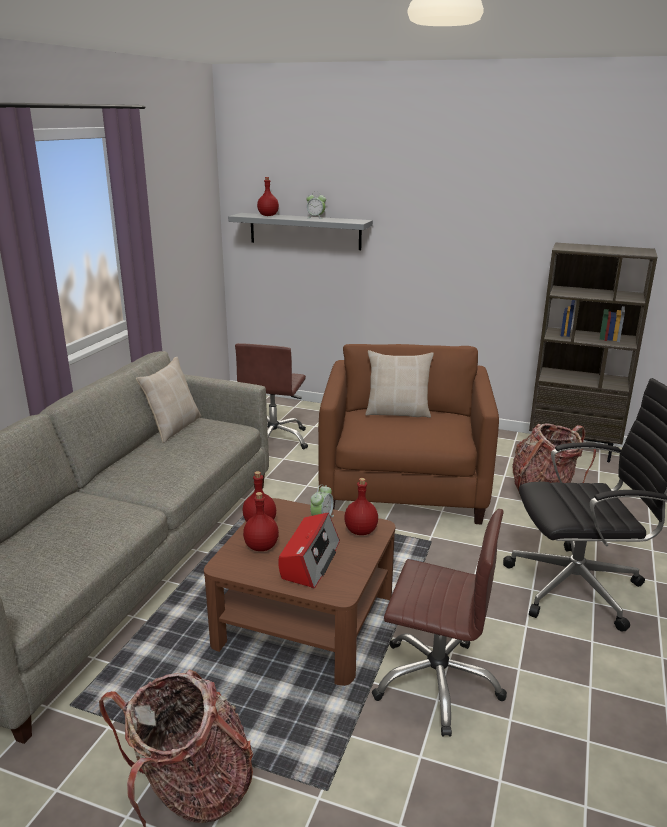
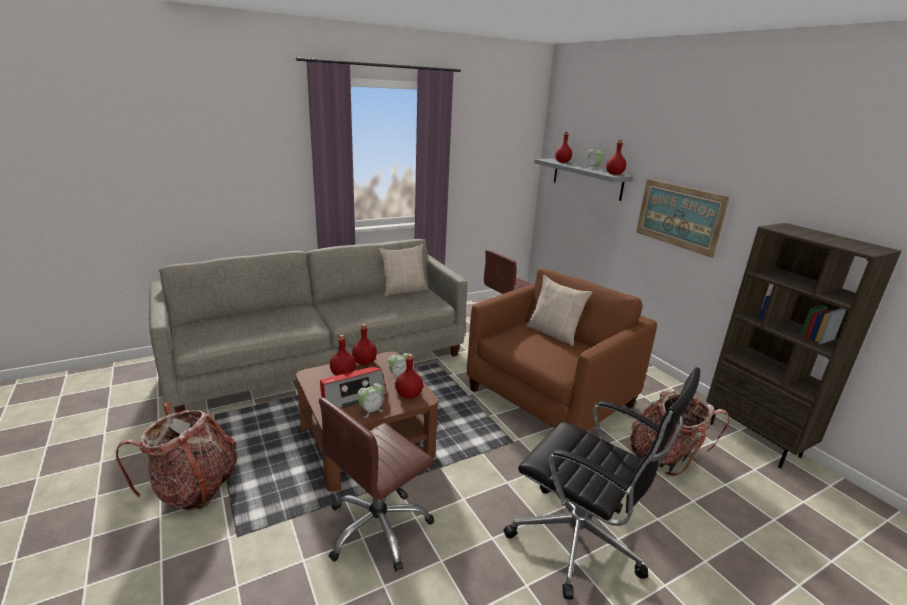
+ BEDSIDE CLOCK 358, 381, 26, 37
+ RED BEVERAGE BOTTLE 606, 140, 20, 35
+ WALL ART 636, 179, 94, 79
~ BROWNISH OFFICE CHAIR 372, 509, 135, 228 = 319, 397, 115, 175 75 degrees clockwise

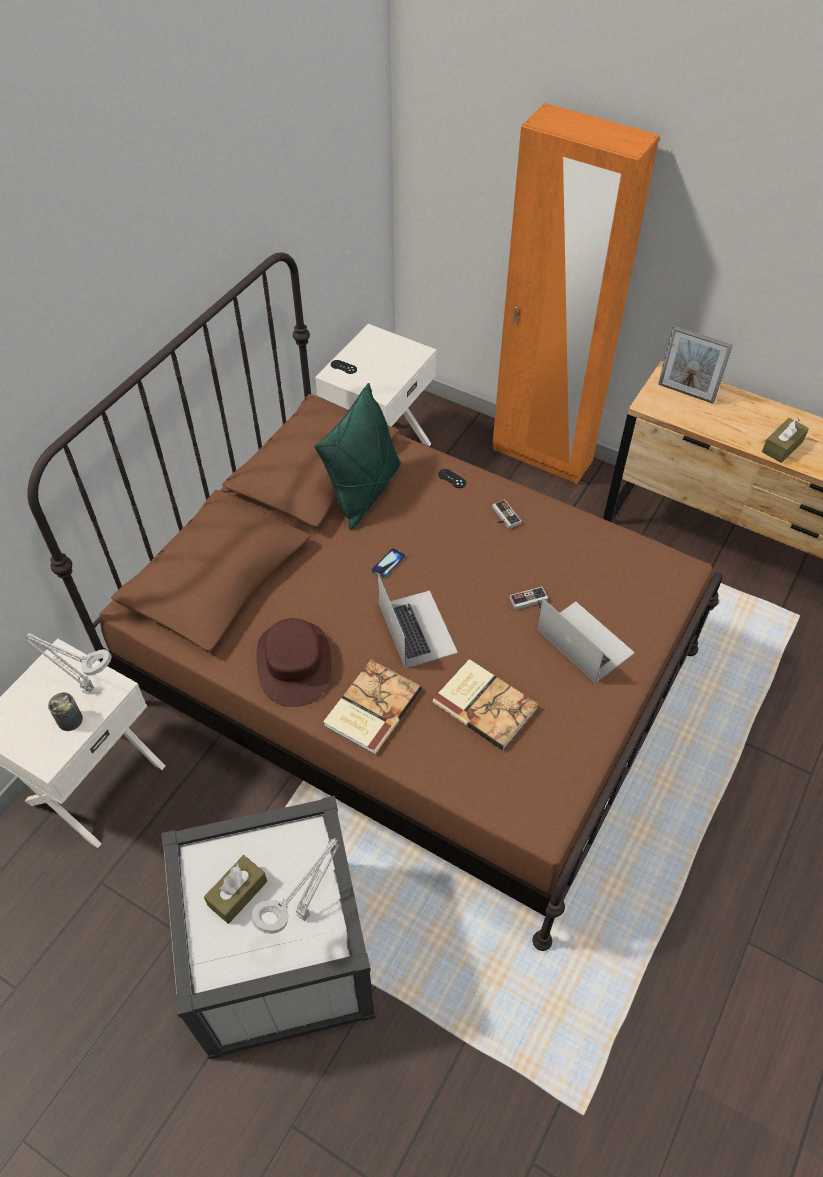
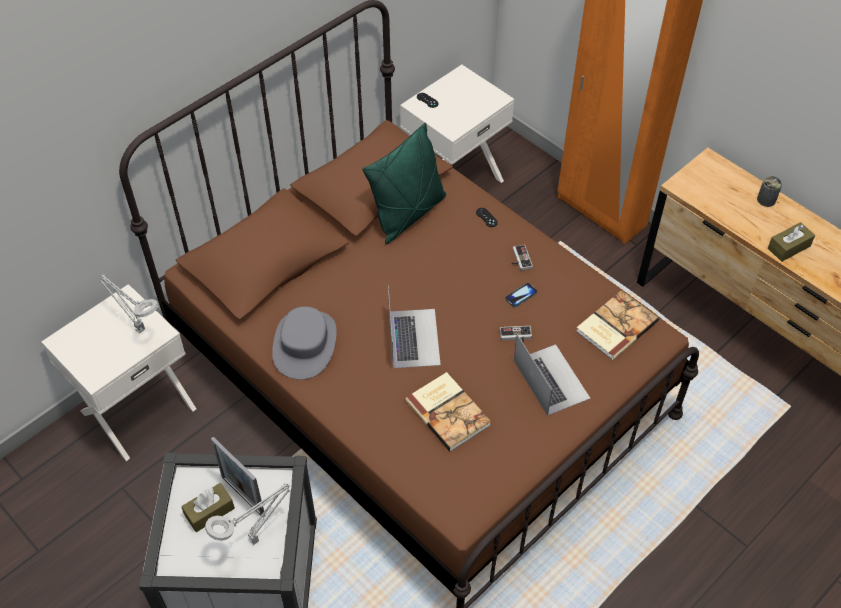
~ CAN 48, 692, 35, 39 to 757, 176, 25, 31
~ BOOK 323, 660, 99, 95 to 576, 290, 83, 70
~ TELEPHONE 371, 548, 35, 31 to 505, 283, 33, 24
~ PICTURE FRAME 658, 326, 75, 78 to 211, 437, 54, 79
~ BROWNISH WEARABLE HAT 256, 618, 75, 89 to GREY WEARABLE HAT 272, 306, 65, 74

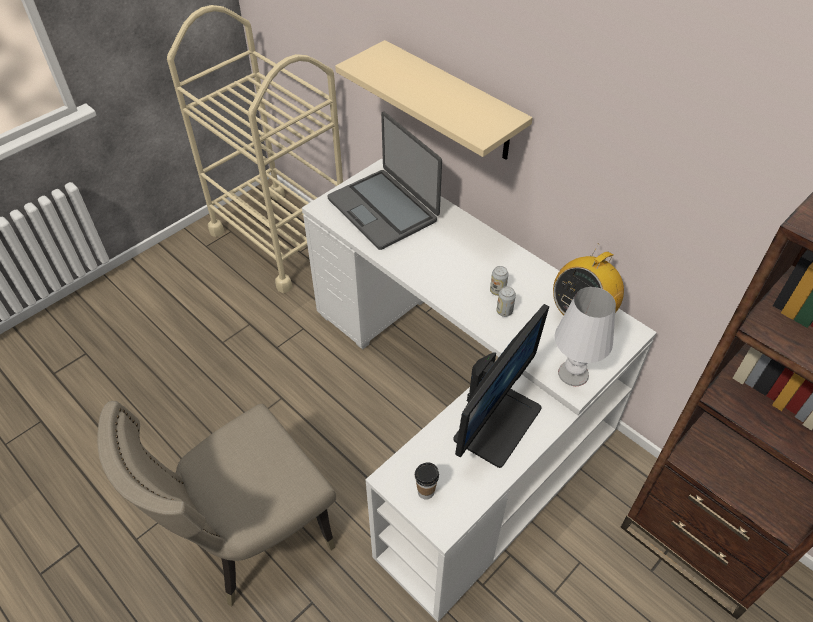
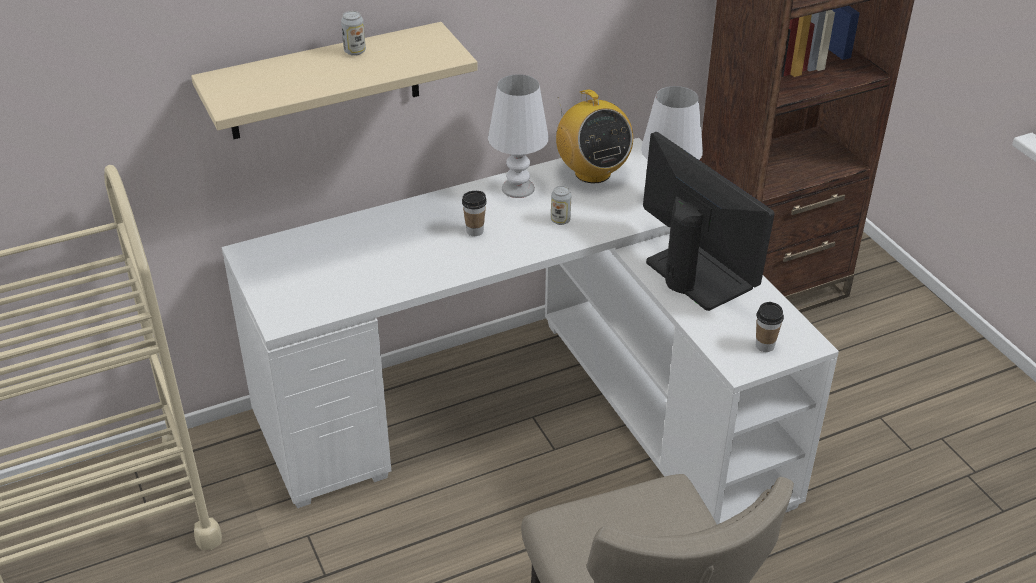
- PORTABLE COMPUTER 328, 112, 114, 138
+ CUP 462, 191, 25, 45
+ WHITISH LAMP FOR A TABLE 488, 74, 61, 124
~ CAN 490, 266, 19, 30 to 341, 11, 25, 45

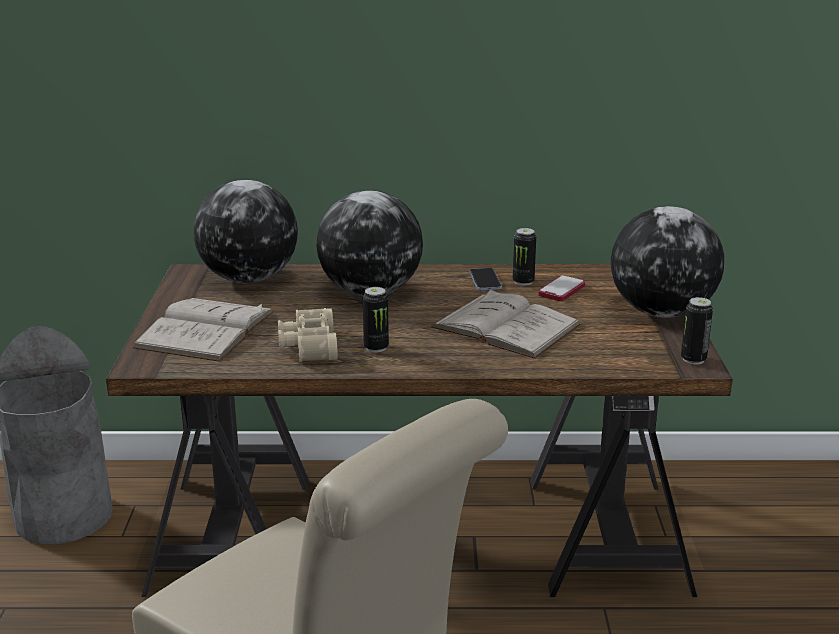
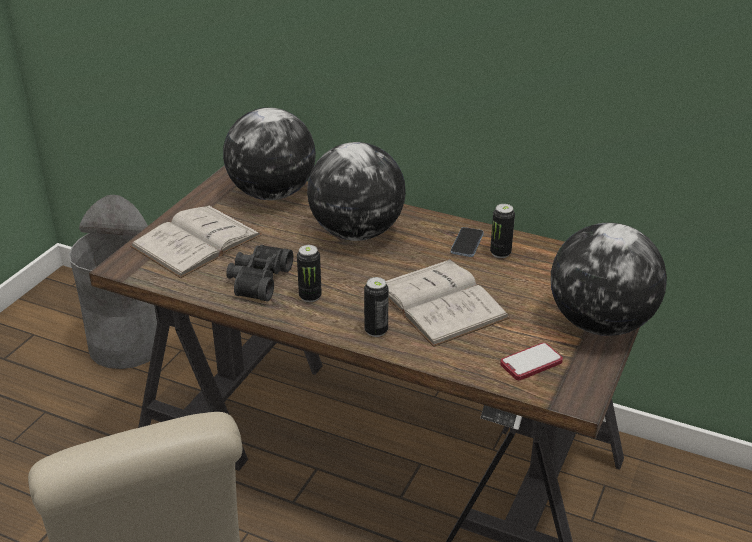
~ TELEPHONE 538, 275, 47, 26 to 500, 343, 63, 37
~ CAN 681, 297, 32, 67 to 364, 277, 25, 60
~ BEIGE-COLOURED FIELD GLASSES 278, 308, 60, 54 to BLACKISH FIELD GLASSES 226, 245, 67, 57

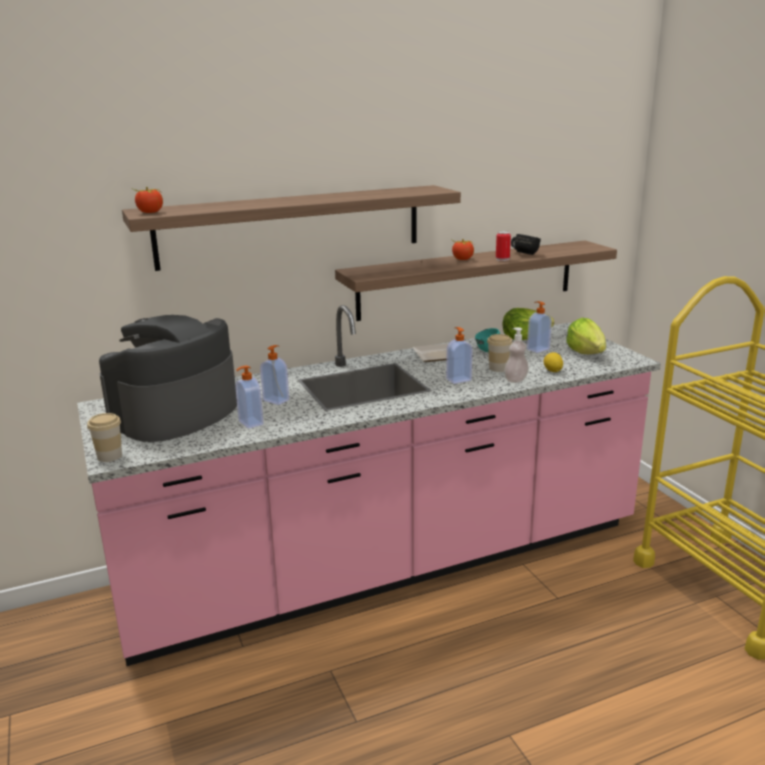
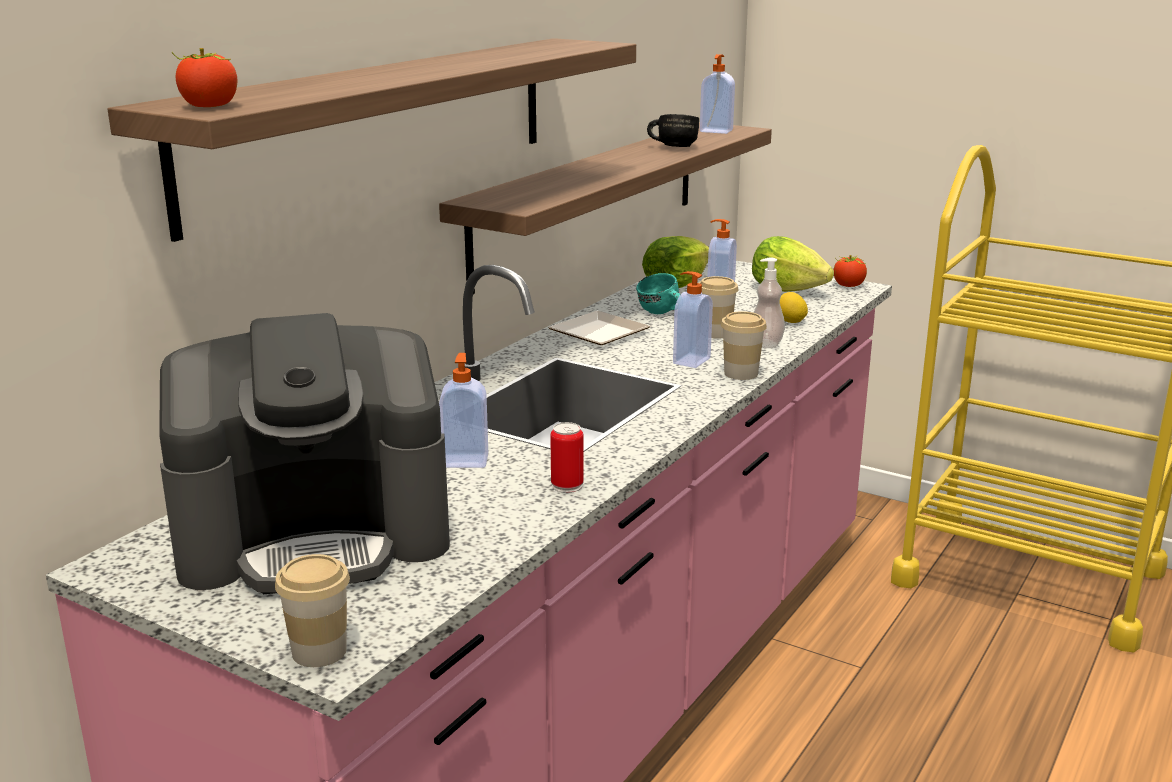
+ CUP 721, 311, 46, 69
~ SOAP DISPENSER 235, 366, 28, 63 to 700, 54, 35, 80
~ FRESH TOMATO 451, 239, 23, 21 to 834, 255, 33, 32
~ CAN 496, 231, 15, 30 to 550, 422, 34, 71
~ COFFEE MACHINE 99, 315, 138, 127 = 159, 313, 291, 281 105 degrees counterclockwise

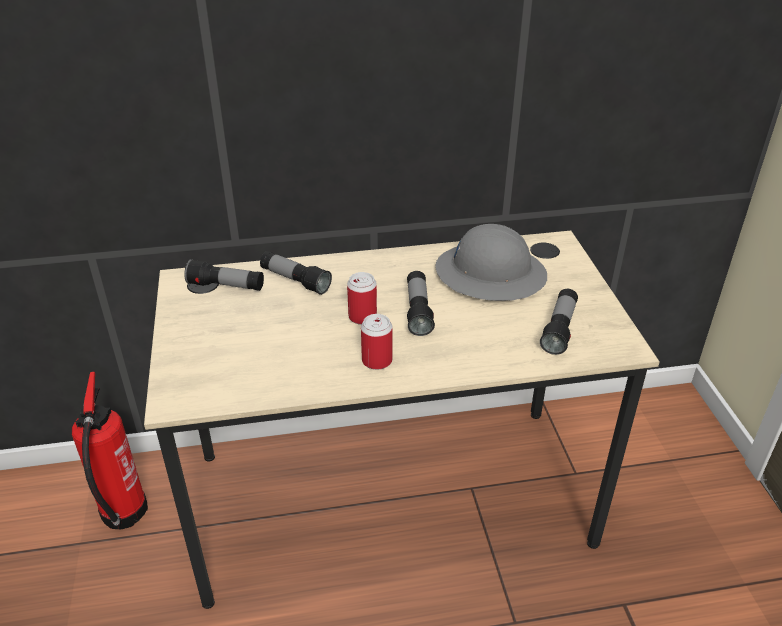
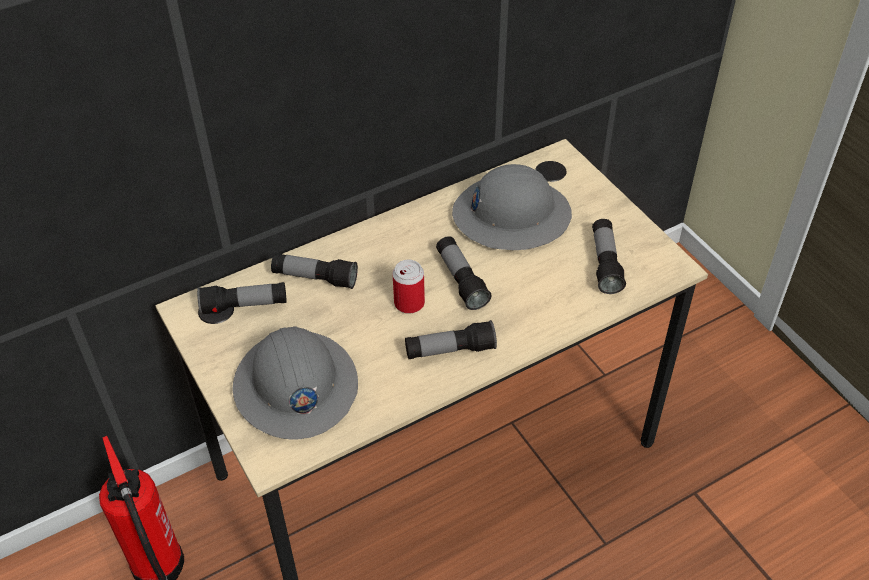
+ GREY WORK HELMET 233, 326, 125, 114
~ CAN 361, 314, 31, 56 to HAND TORCH 405, 320, 92, 39

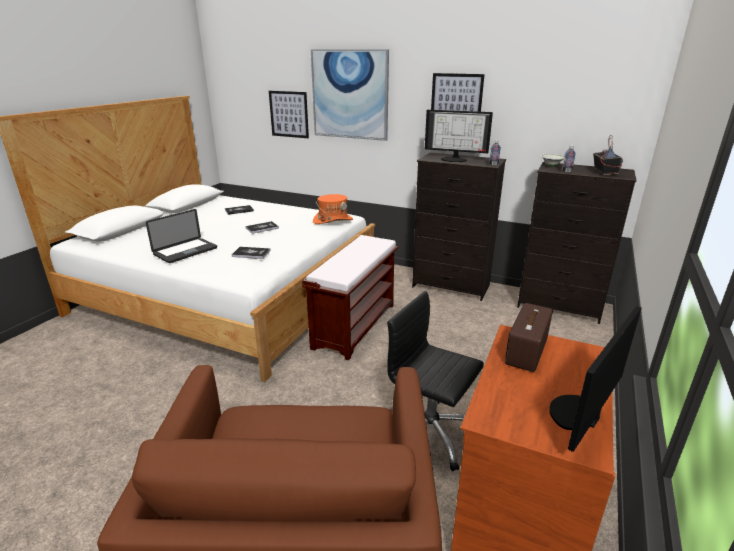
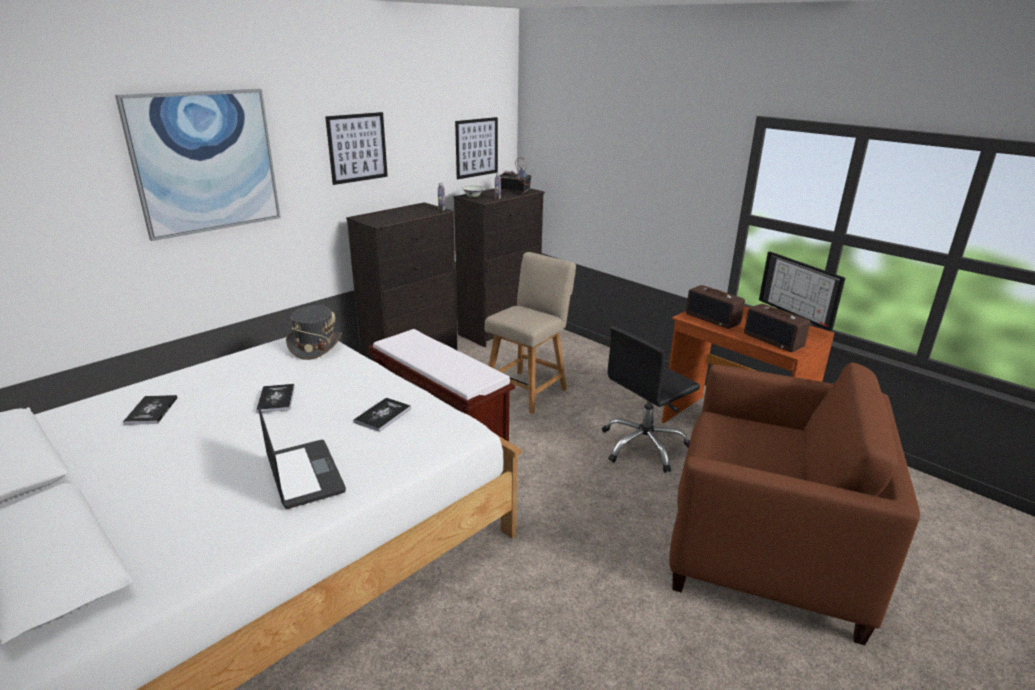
- COMPUTER DISPLAY 425, 110, 68, 52
+ BEIGE-COLOURED UPRIGHT CHAIR 485, 252, 91, 162
+ RADIO RECEIVER 744, 304, 66, 48
~ WALL ART 269, 91, 40, 47 to 455, 117, 43, 62
~ ORANGE-COLOURED WEARABLE HAT 313, 194, 40, 30 to GREY WEARABLE HAT 286, 305, 56, 55

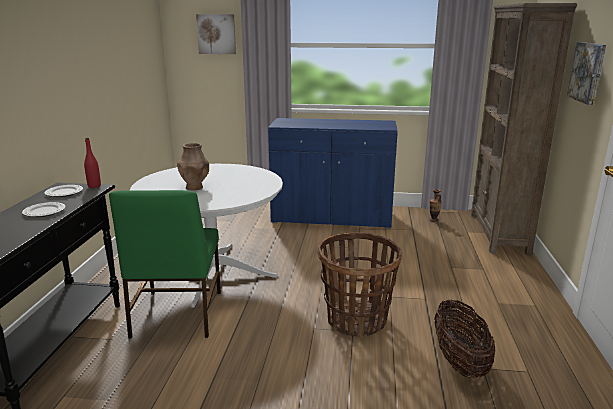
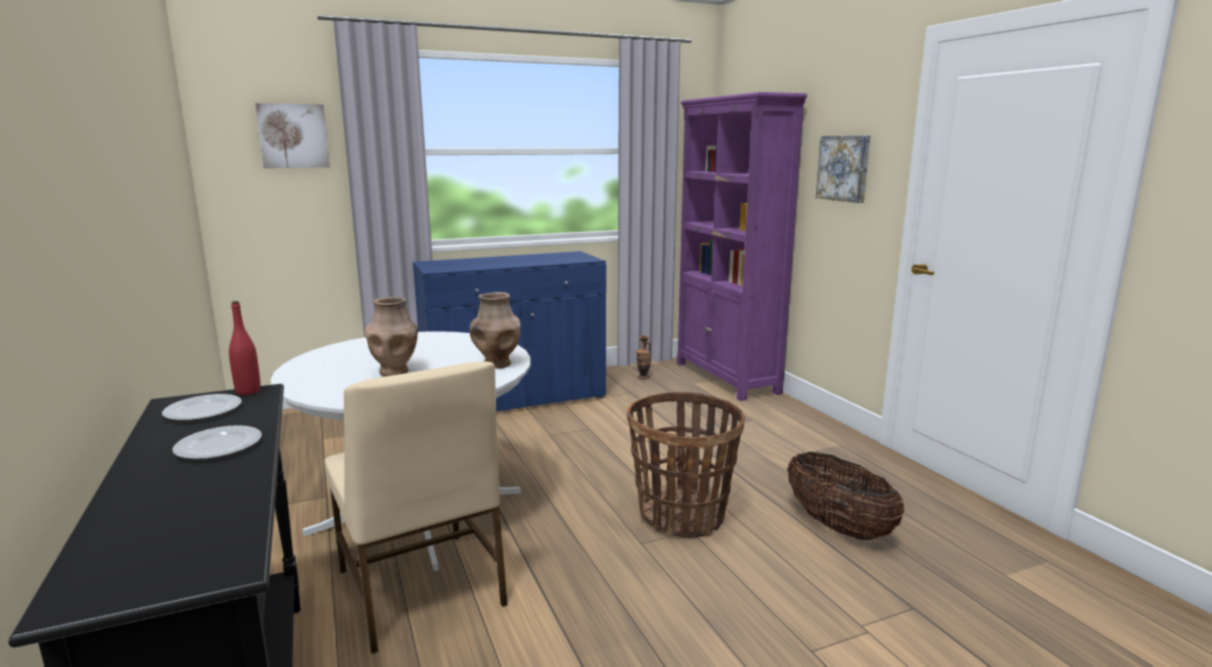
+ BROWNISH VASE 470, 292, 51, 77
~ GREEN-COLOURED UPRIGHT CHAIR 109, 190, 112, 148 to BEIGE-COLOURED UPRIGHT CHAIR 324, 361, 184, 293
~ BROWNISH BOOKCASE 471, 3, 106, 252 to PURPLISH BOOKCASE 677, 92, 130, 309

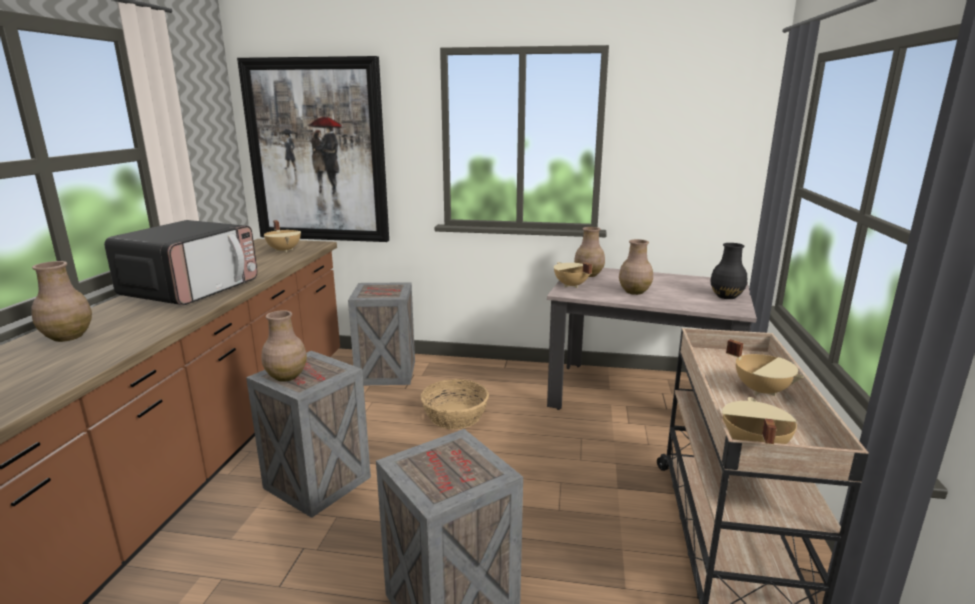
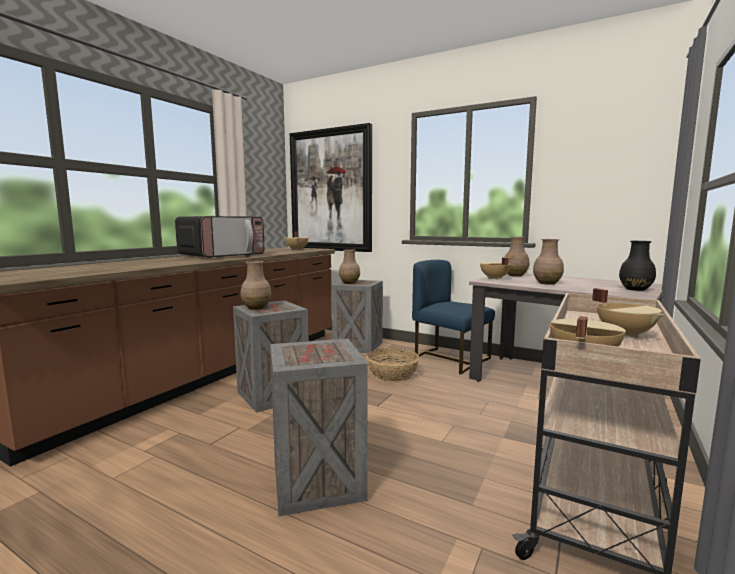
+ BLUISH UPRIGHT CHAIR 412, 260, 83, 115
~ BROWNISH VASE 31, 261, 61, 81 to 339, 249, 21, 35

